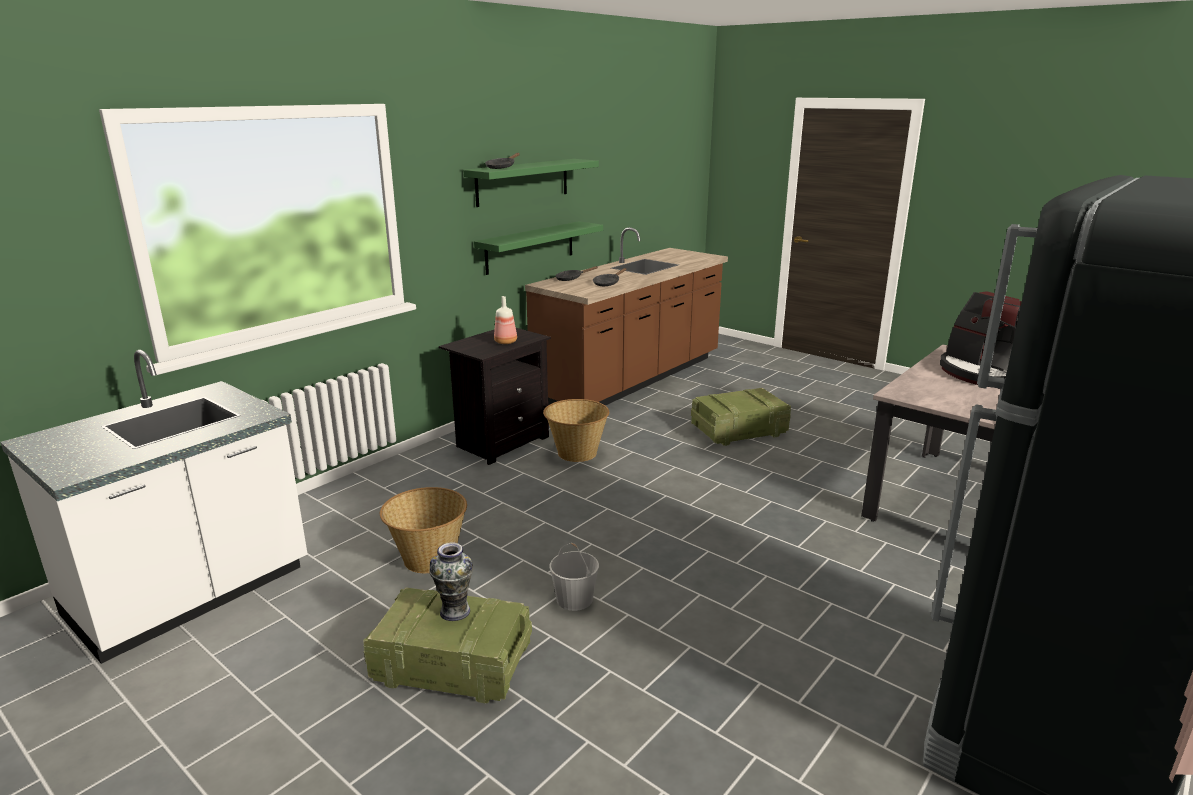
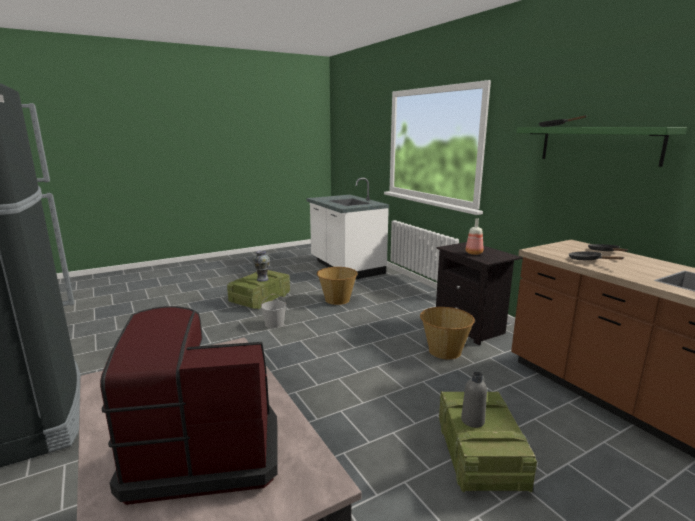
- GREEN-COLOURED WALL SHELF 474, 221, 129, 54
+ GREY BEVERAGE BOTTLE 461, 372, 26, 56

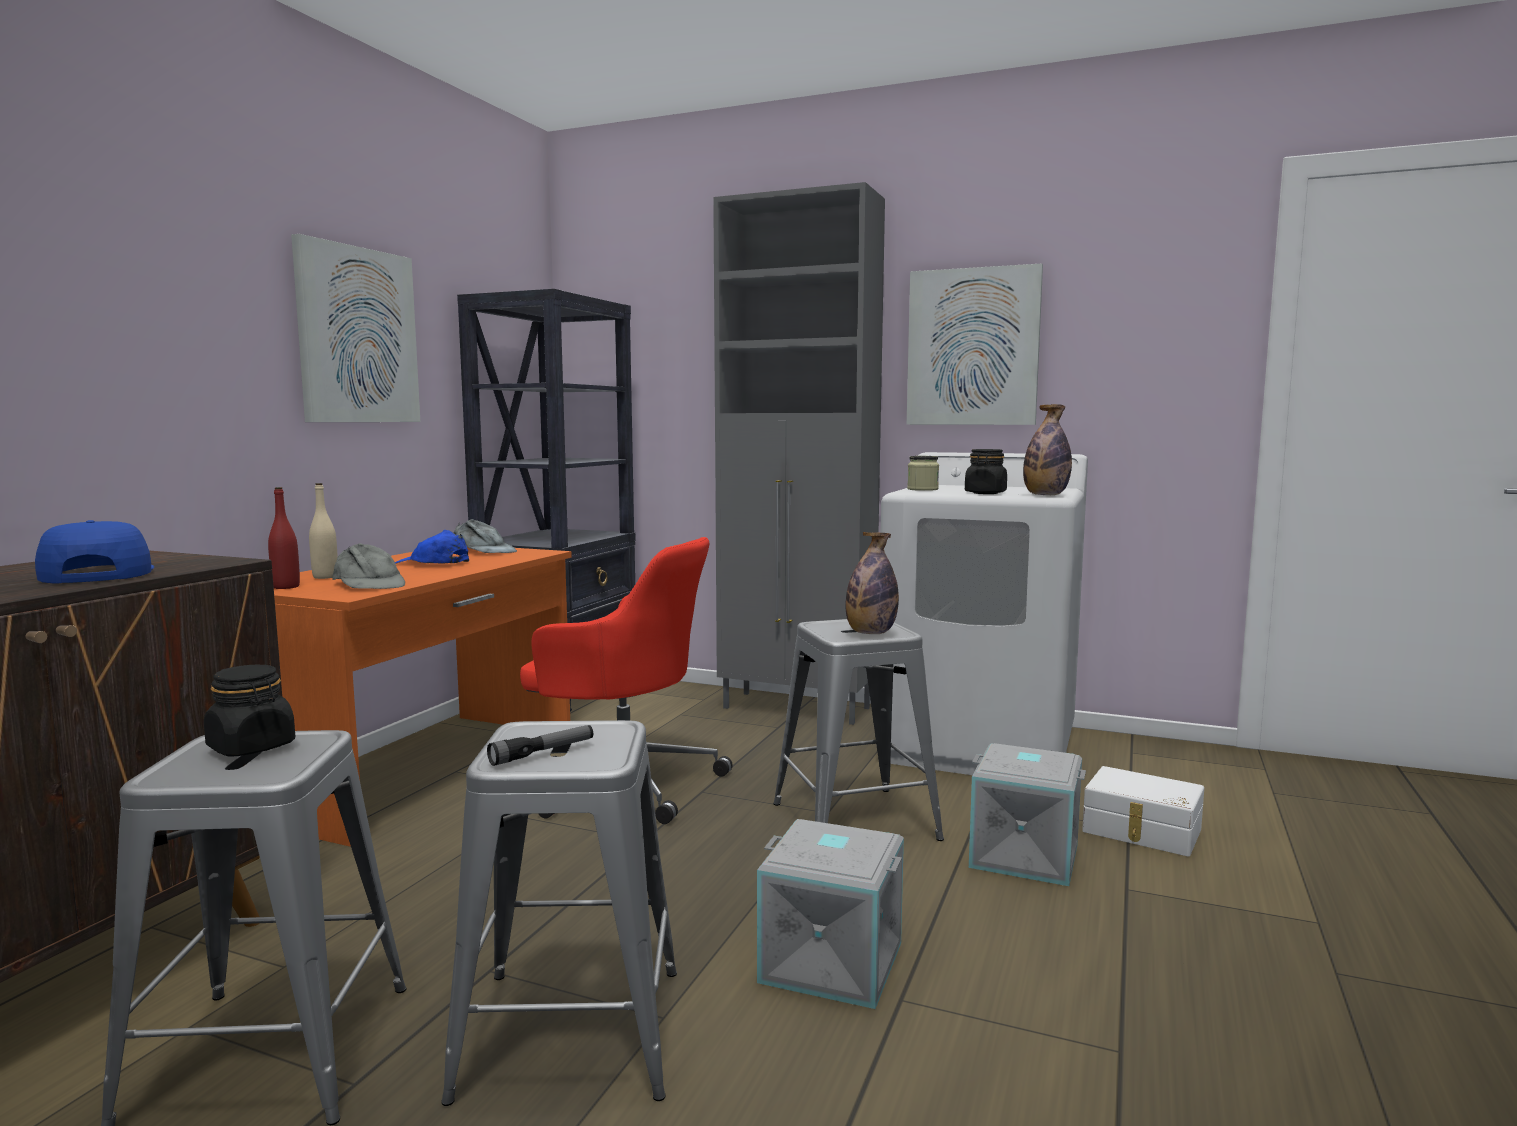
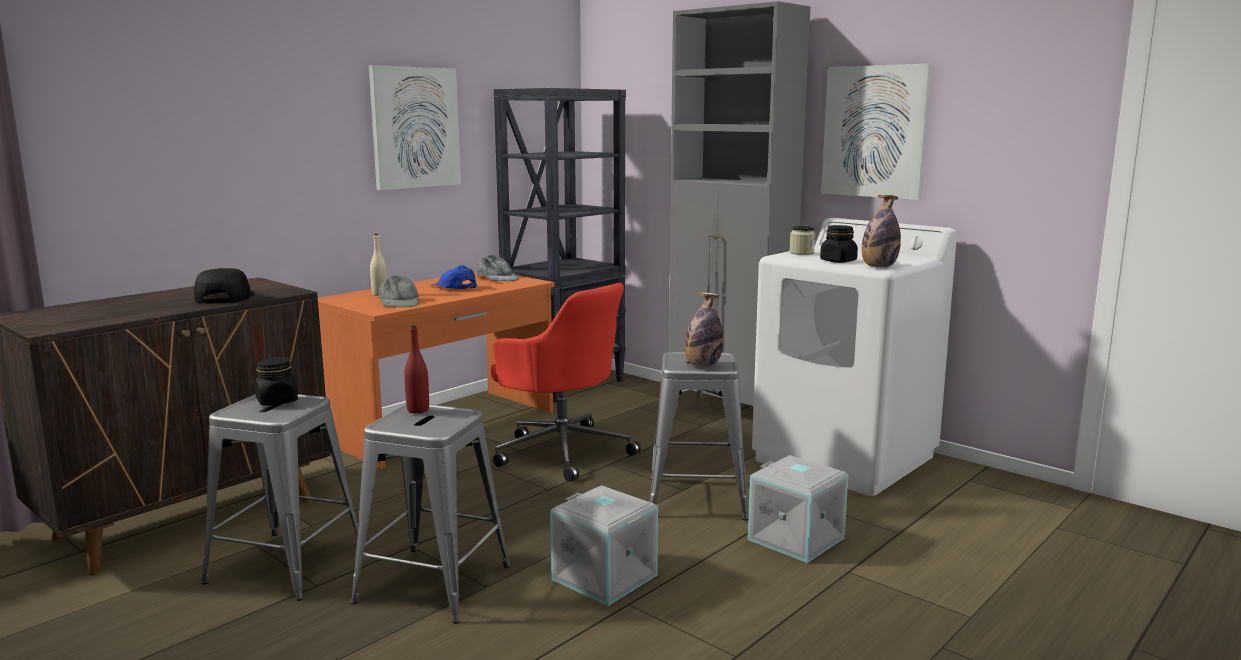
- HAND TORCH 487, 725, 106, 41
- WHITISH STORAGE CONTAINER 1082, 766, 122, 90
~ RED BEVERAGE BOTTLE 268, 487, 32, 102 to 404, 325, 25, 89
~ BLUISH PEAKED CAP 35, 520, 119, 64 to BLACKISH PEAKED CAP 194, 268, 61, 35

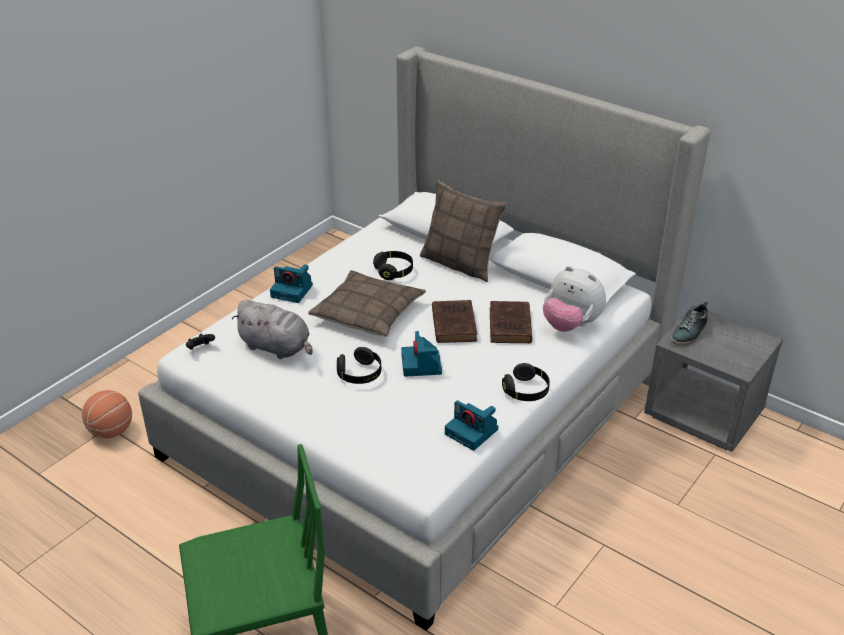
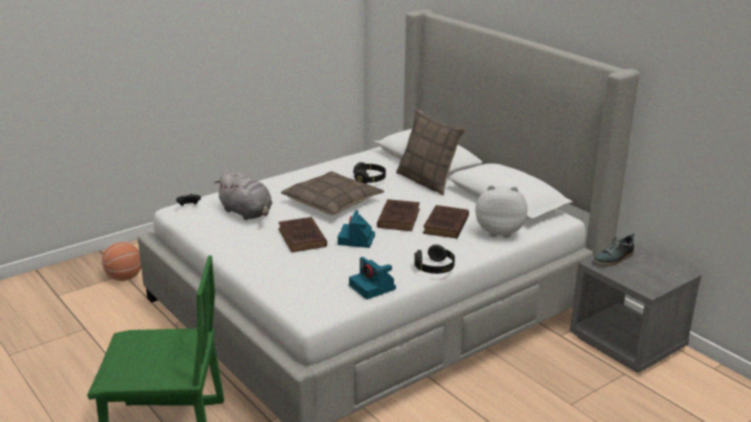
- STILL CAMERA 270, 264, 43, 39
~ BLACKISH HEADPHONES 337, 347, 44, 37 to BROWNISH BOOK 278, 217, 49, 35
~ PLUSH TOY 543, 266, 63, 66 = 475, 185, 53, 53 135 degrees clockwise

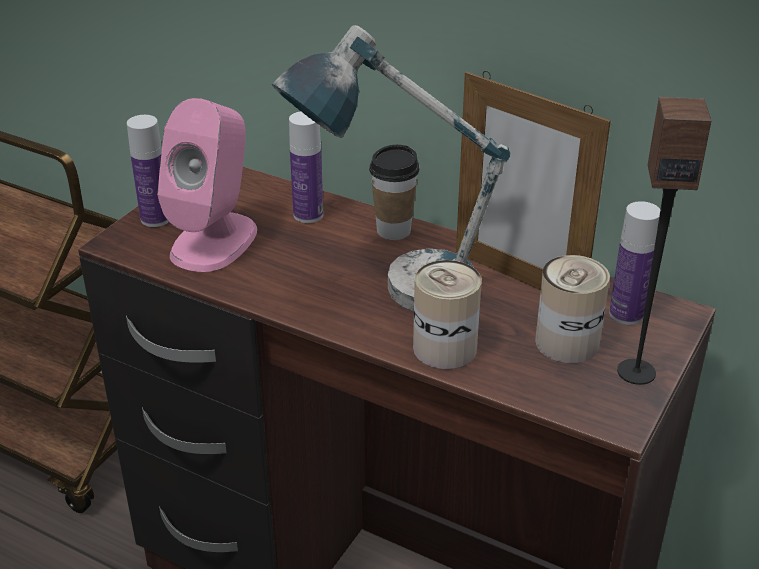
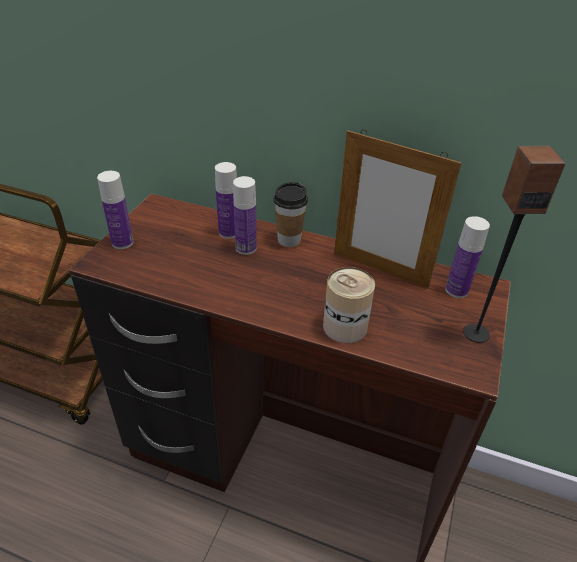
- PINK AUDIO SPEAKER 157, 98, 100, 174
- LAMP FOR A TABLE 272, 25, 238, 286
- CAN 535, 255, 75, 108
+ BEVERAGE BOTTLE 233, 176, 24, 79

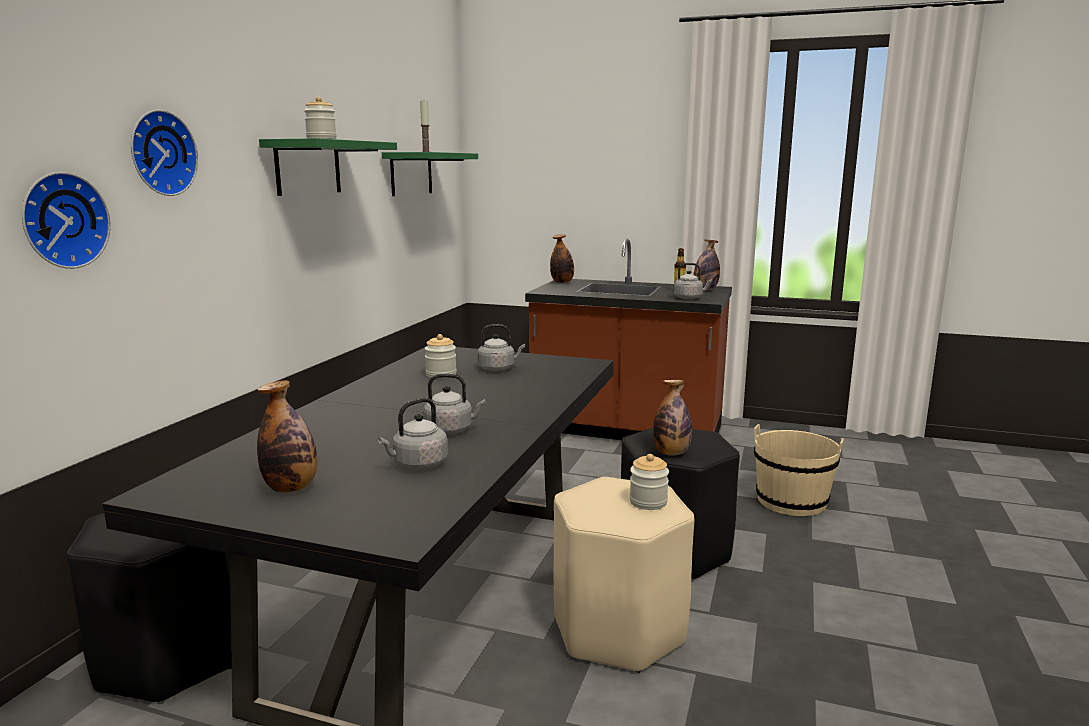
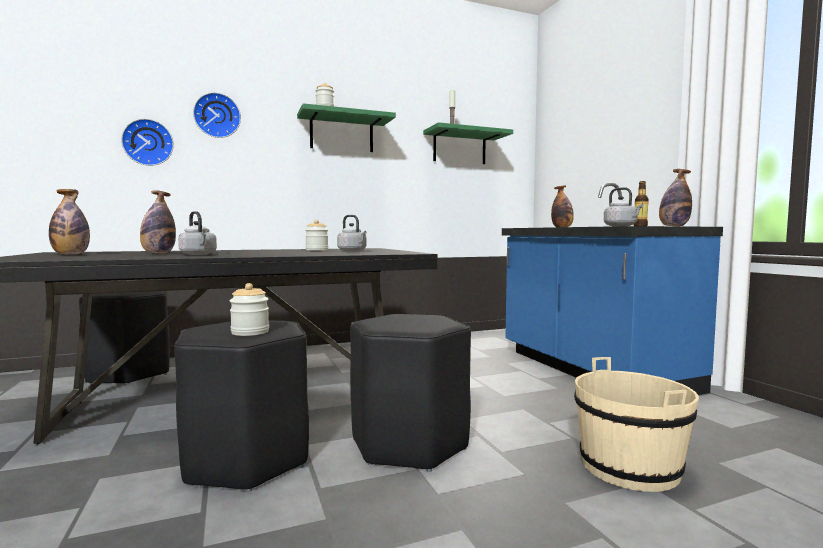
- GREY WATER KETTLE 378, 398, 70, 71
~ BEVERAGE BOTTLE 653, 380, 39, 76 to 140, 190, 36, 64
~ BROWNISH KITCHEN BASE UNIT 525, 239, 207, 201 to BLUISH KITCHEN BASE UNIT 502, 183, 221, 212
~ BEIGE-COLOURED STOOL 554, 477, 140, 196 to BLACKISH STOOL 174, 321, 135, 171

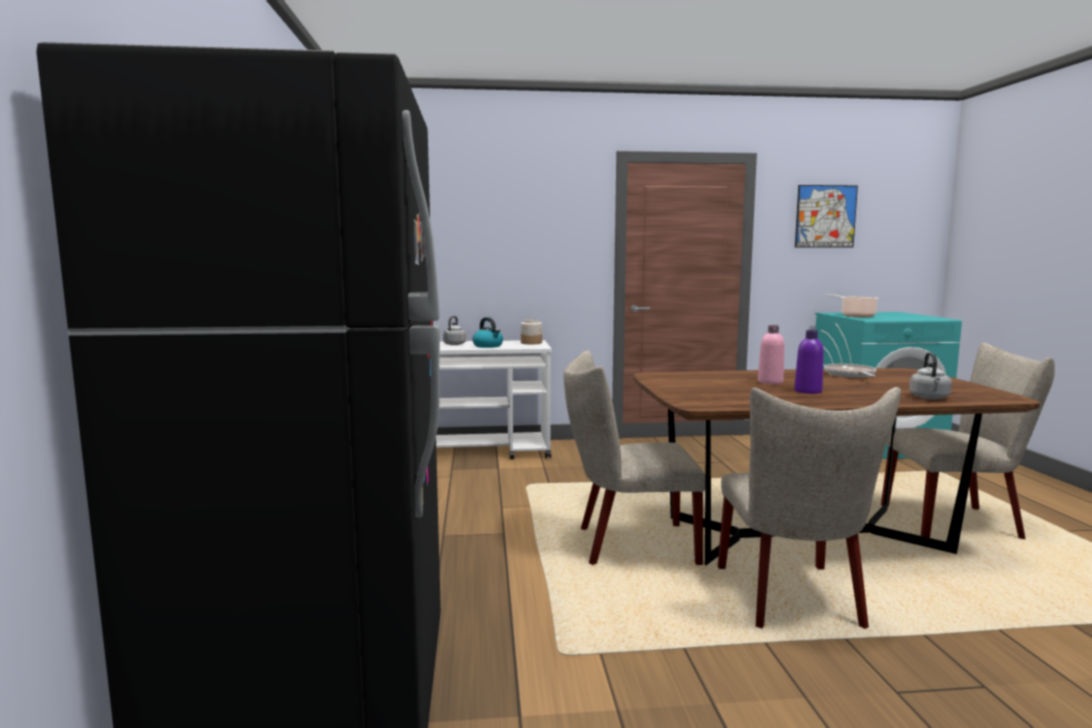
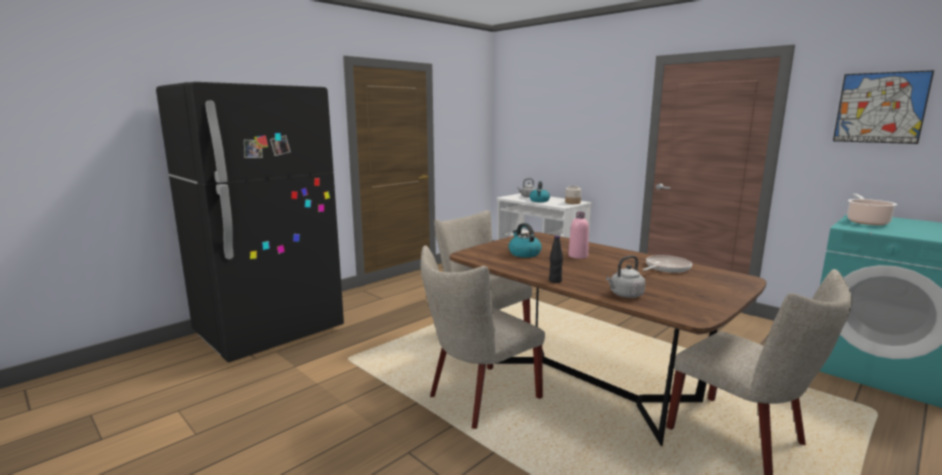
- PURPLISH BEVERAGE BOTTLE 794, 330, 30, 64
+ WATER KETTLE 509, 223, 33, 35
+ BLACKISH BEVERAGE BOTTLE 549, 236, 14, 47

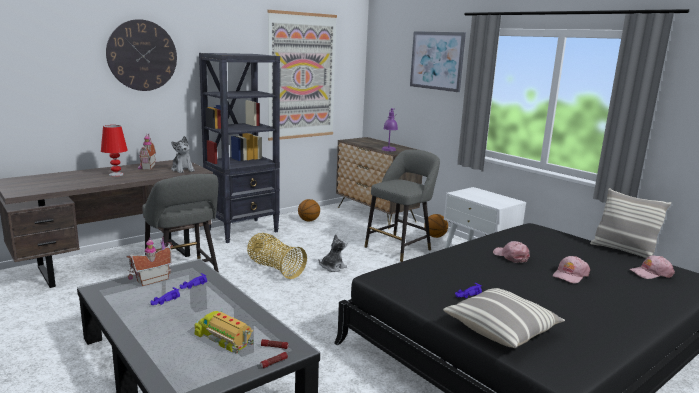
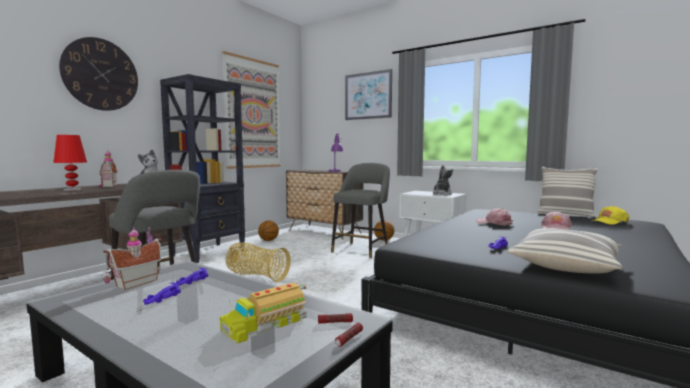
~ PLUSH TOY 318, 234, 29, 38 to 433, 165, 20, 31
~ PINK PEAKED CAP 629, 256, 46, 23 to YELLOWISH PEAKED CAP 592, 206, 37, 19
~ TOY LORRY 195, 308, 59, 46 = 220, 283, 87, 61 60 degrees counterclockwise

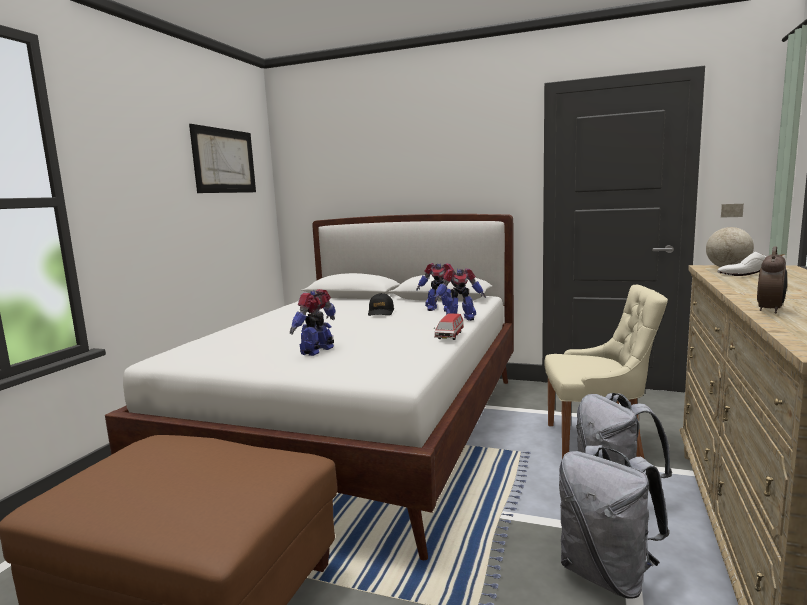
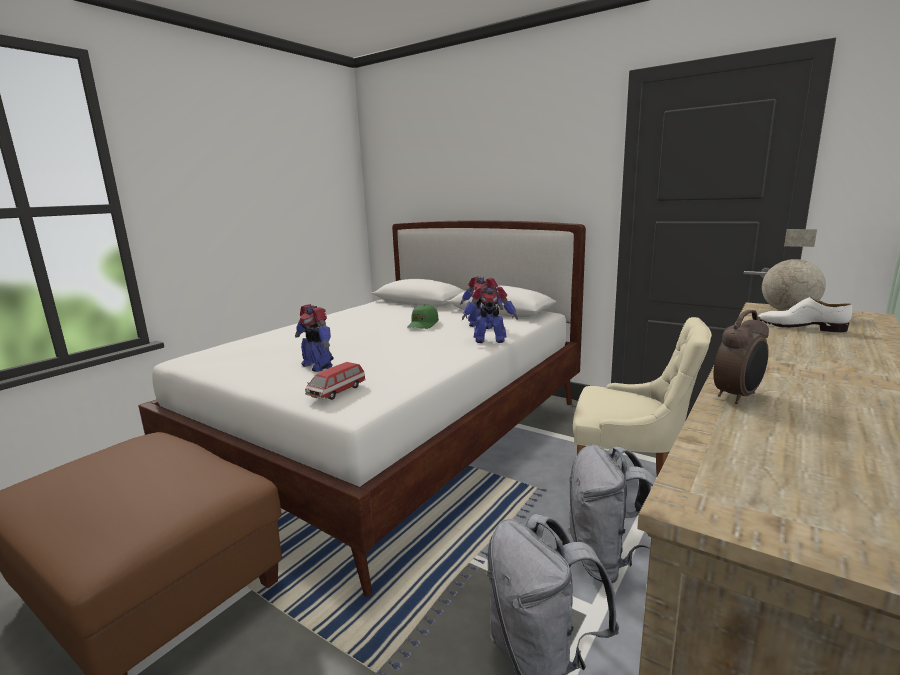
- WALL ART 189, 124, 67, 69
~ MINIATURE CAR 434, 313, 30, 27 to 305, 362, 61, 38
~ BLACKISH PEAKED CAP 368, 293, 26, 23 to GREEN-COLOURED PEAKED CAP 407, 305, 32, 24
~ ROBOT FIGURE 290, 289, 45, 67 = 295, 304, 39, 68 90 degrees counterclockwise

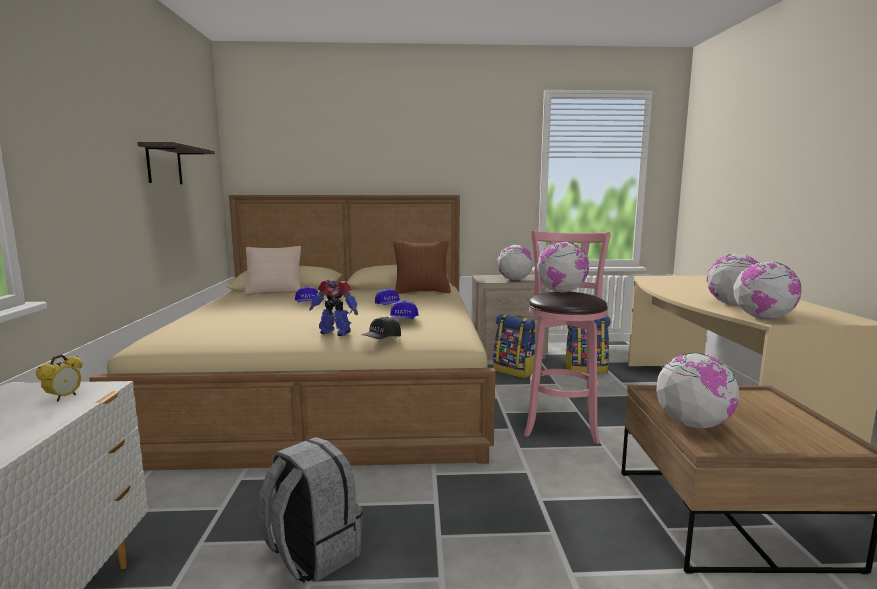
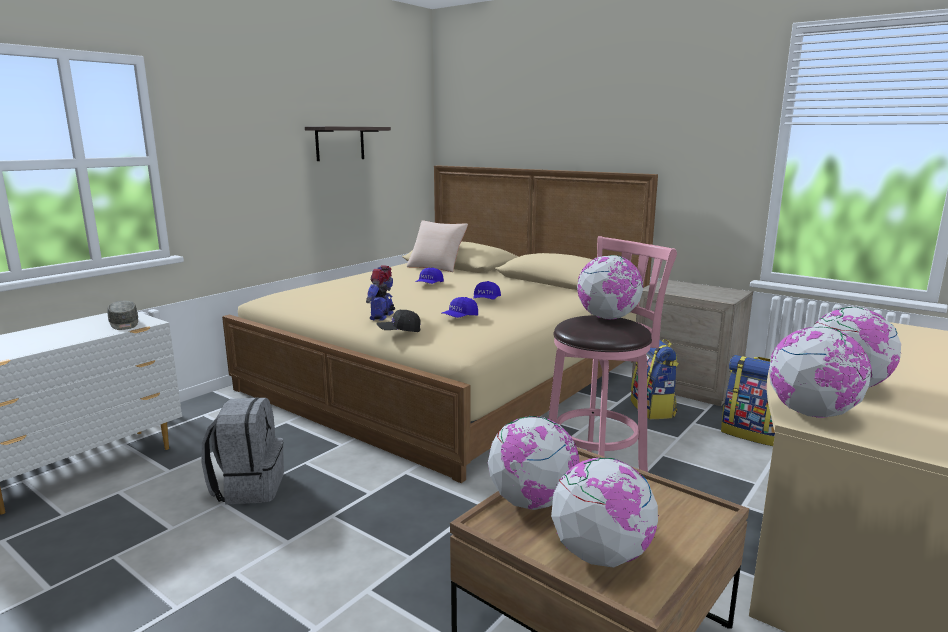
- BROWNISH THROW PILLOW 394, 241, 57, 53
~ WORLD GLOBE 497, 245, 36, 35 to 551, 458, 107, 110
~ BEDSIDE CLOCK 36, 354, 46, 48 to GREY PEAKED CAP 107, 301, 31, 29
~ ROBOT FIGURE 309, 280, 49, 56 = 366, 265, 29, 56 45 degrees clockwise

